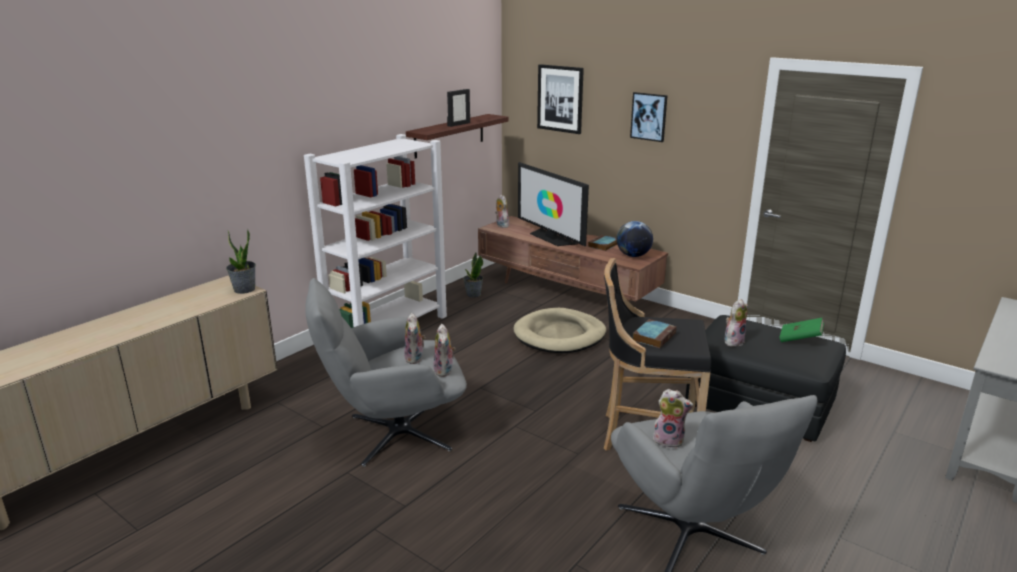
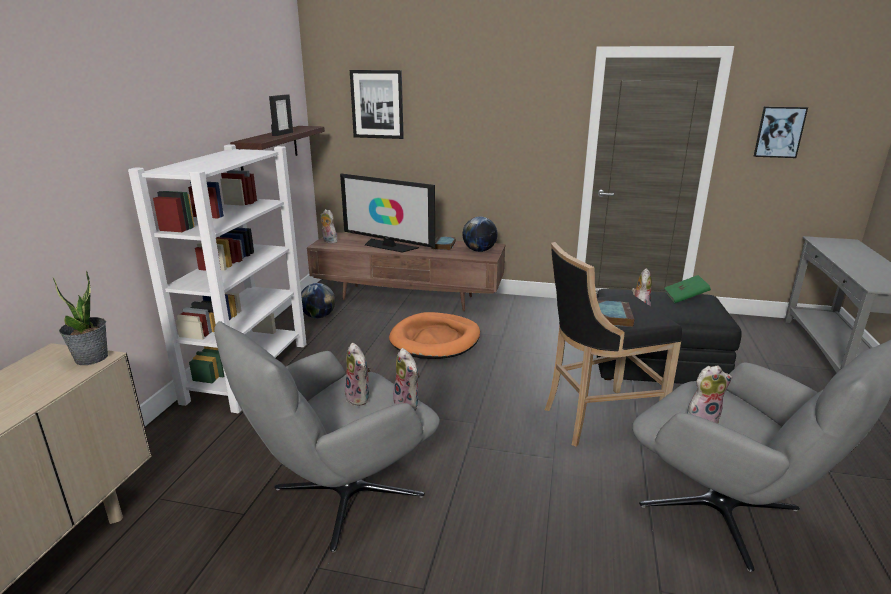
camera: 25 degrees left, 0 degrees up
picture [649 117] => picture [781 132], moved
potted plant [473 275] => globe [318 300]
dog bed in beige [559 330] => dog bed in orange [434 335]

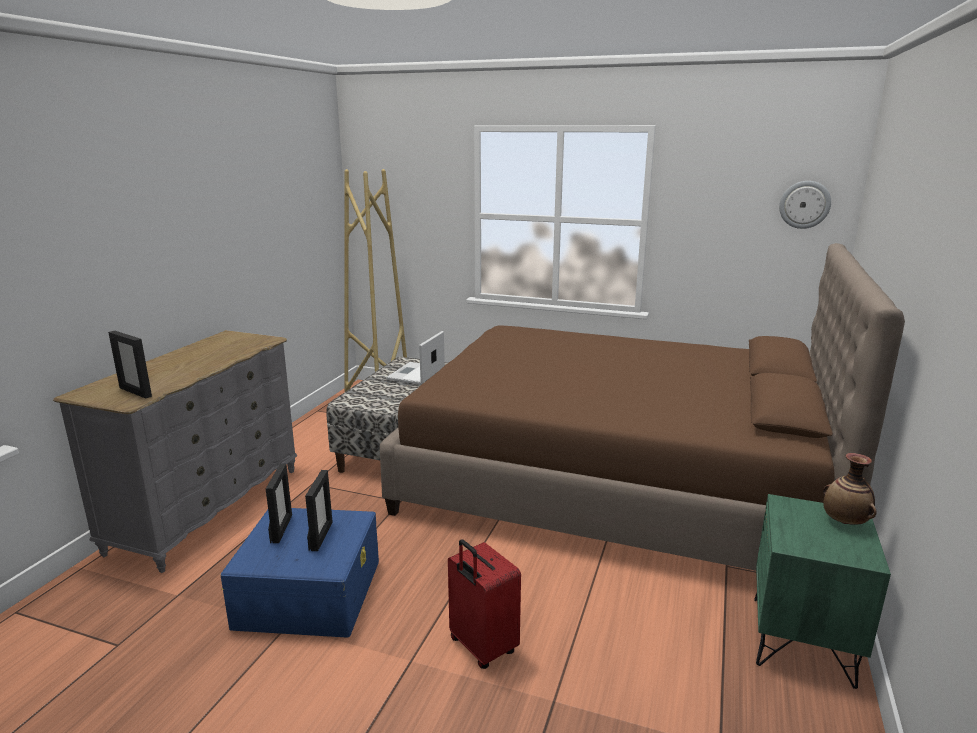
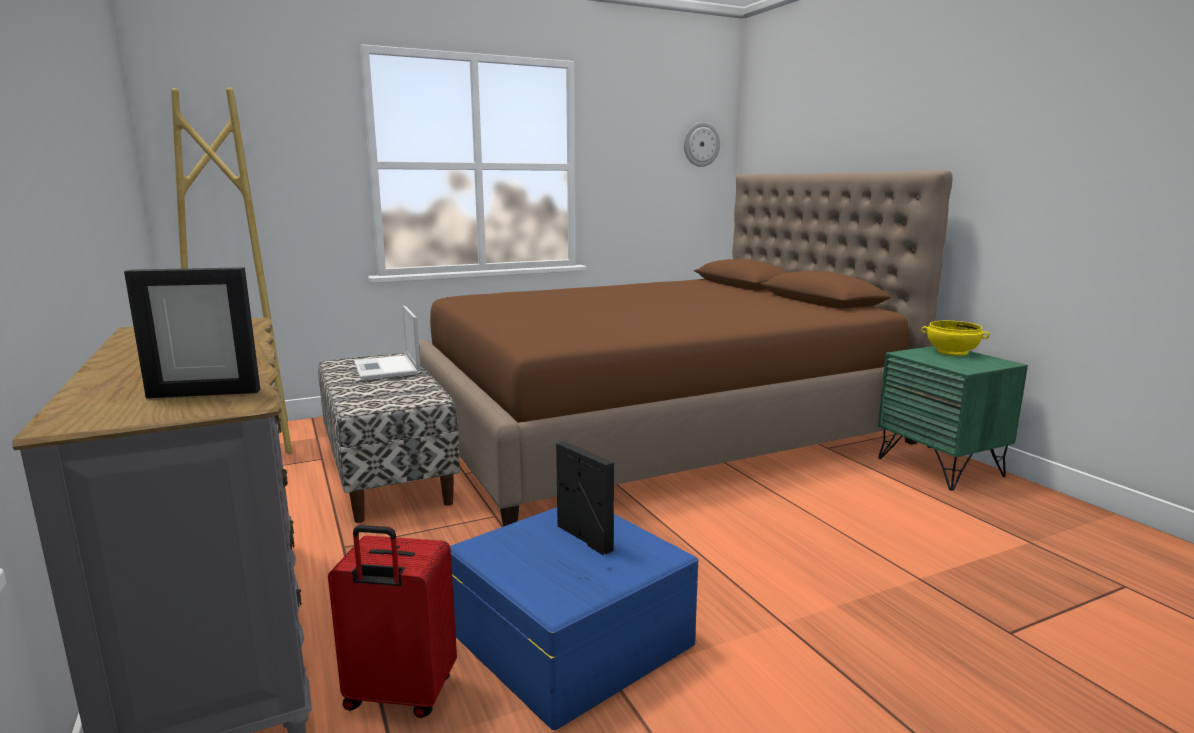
camera: 45 degrees left, 5 degrees down
picture frame [279 503] => nothing
suitcase in red [484 604] => suitcase in red [392 621], moved
vase [850 489] => bowl in yellow [955 338]

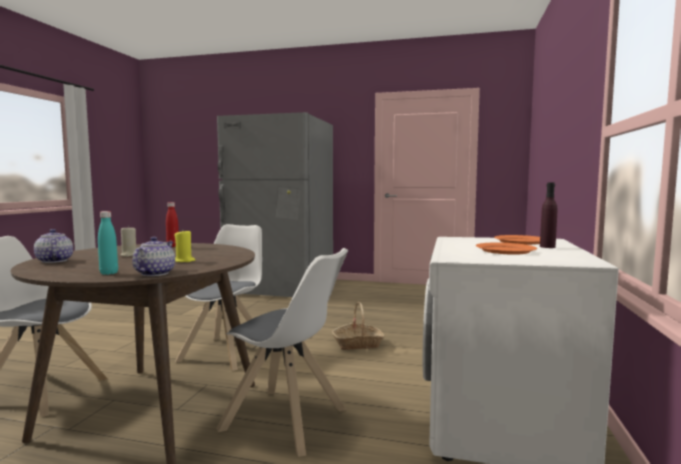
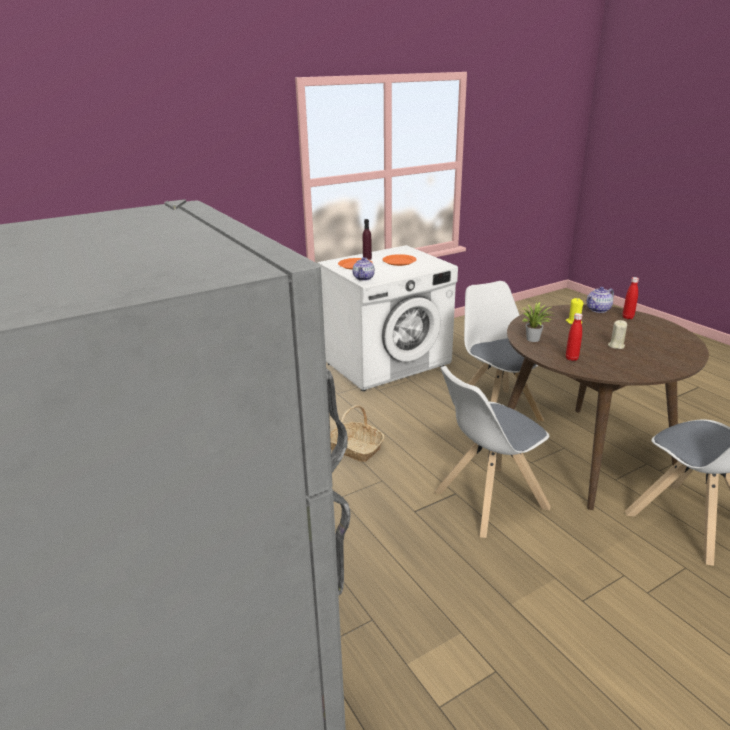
camera: 135 degrees left, 20 degrees up
nothing => potted plant [539 322]
teapot [53 246] => teapot [364 269], moved
bottle in turquoise [108 243] => bottle in red [631 298]

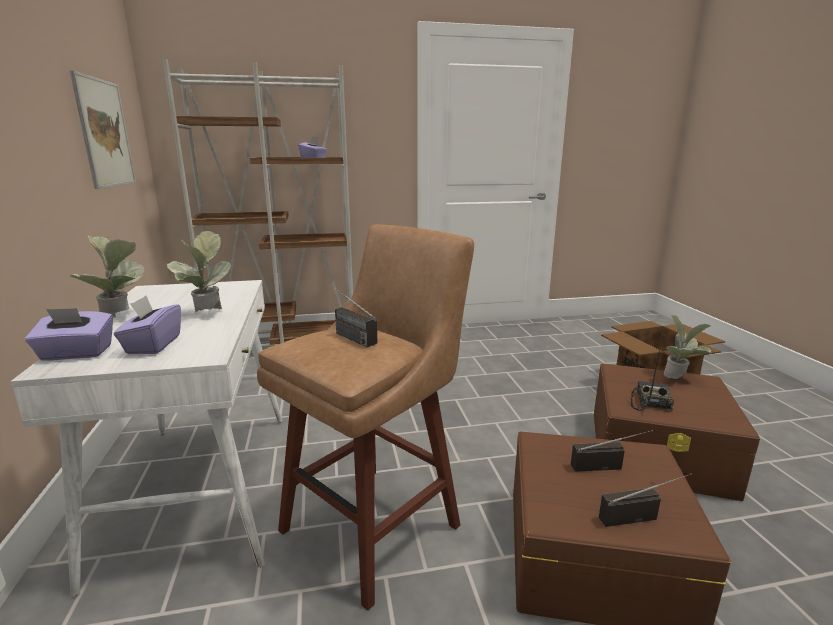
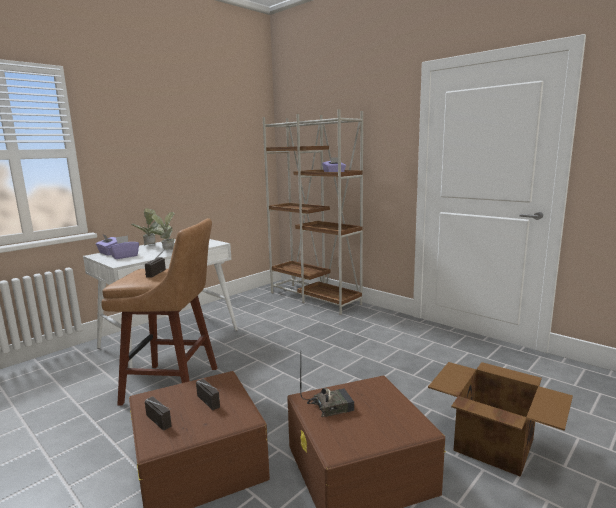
camera: 55 degrees right, 5 degrees down
picture [103 129] => nothing
potted plant [688 347] => nothing

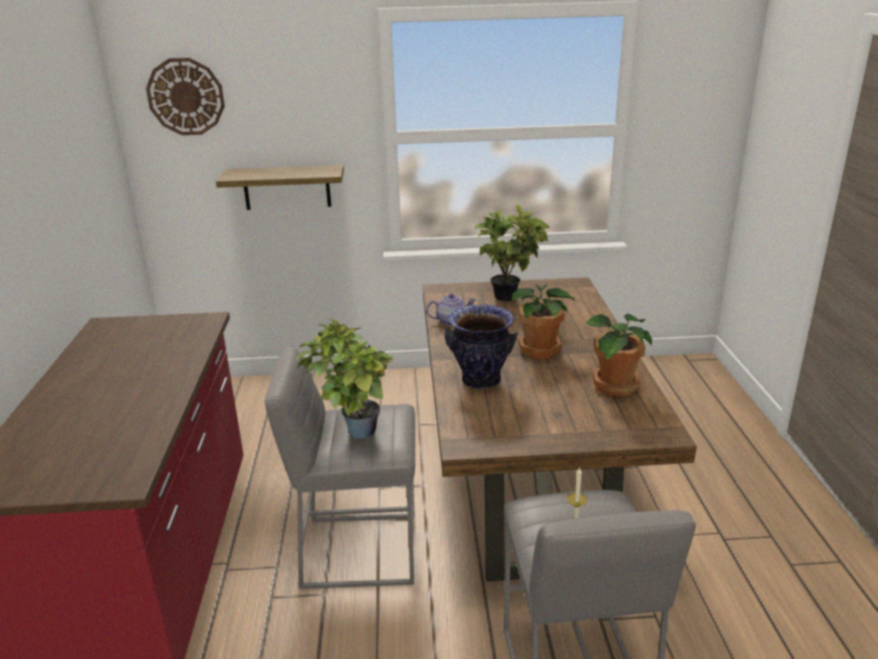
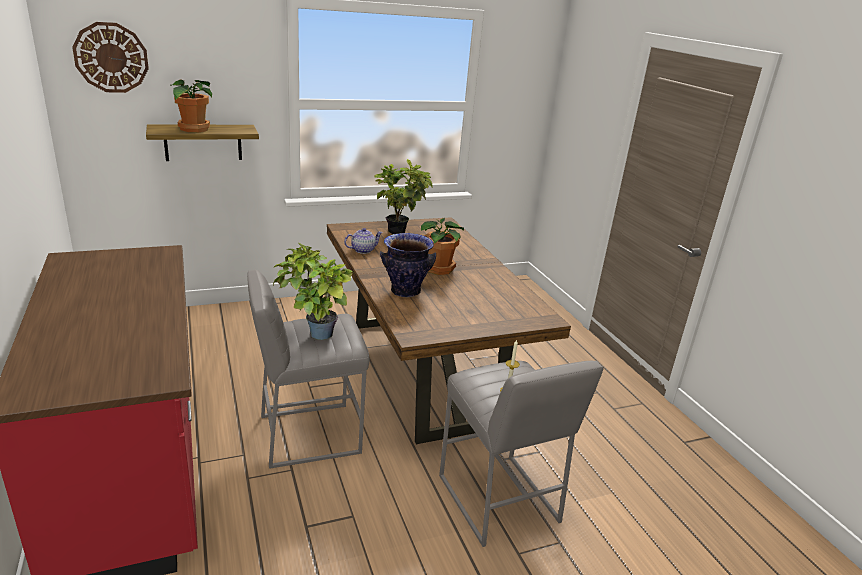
camera: 20 degrees left, 0 degrees up
potted plant [618 354] => potted plant [191 105], moved

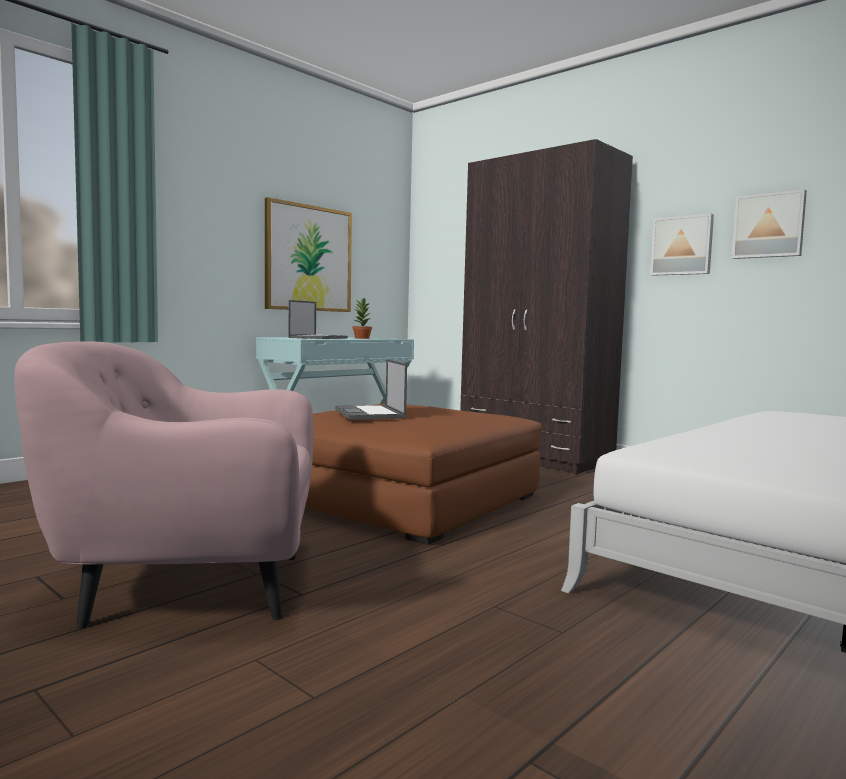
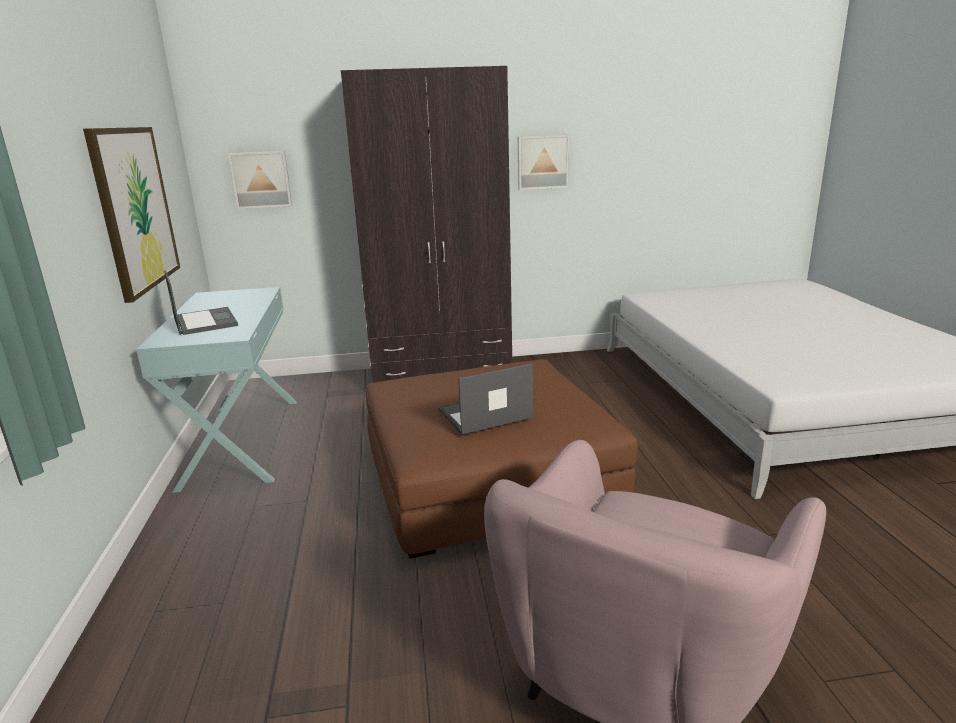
camera: 50 degrees left, 15 degrees up
potted plant [362 318] => nothing
picture [769 224] => picture [260 180], moved
laptop [371 389] => laptop [486 399], 135 degrees clockwise

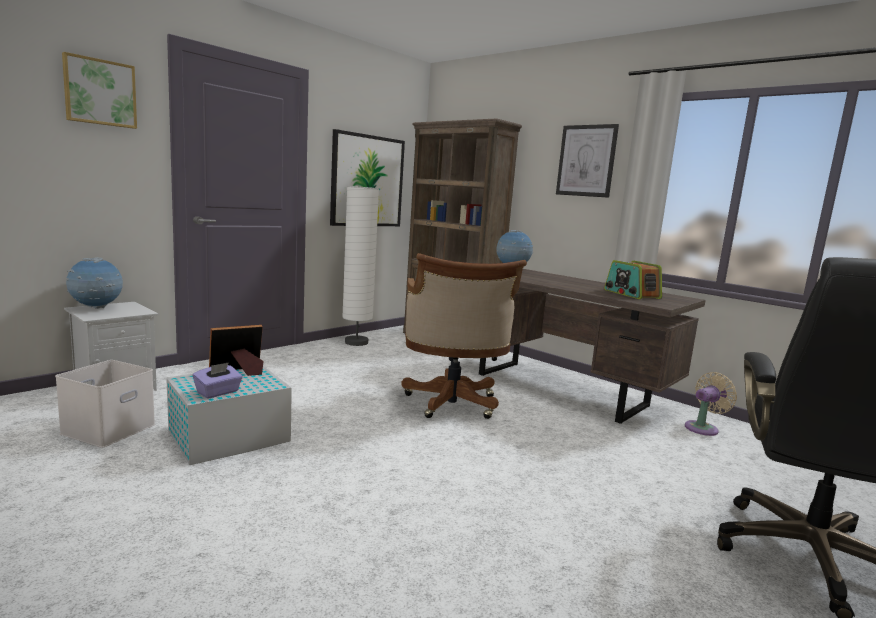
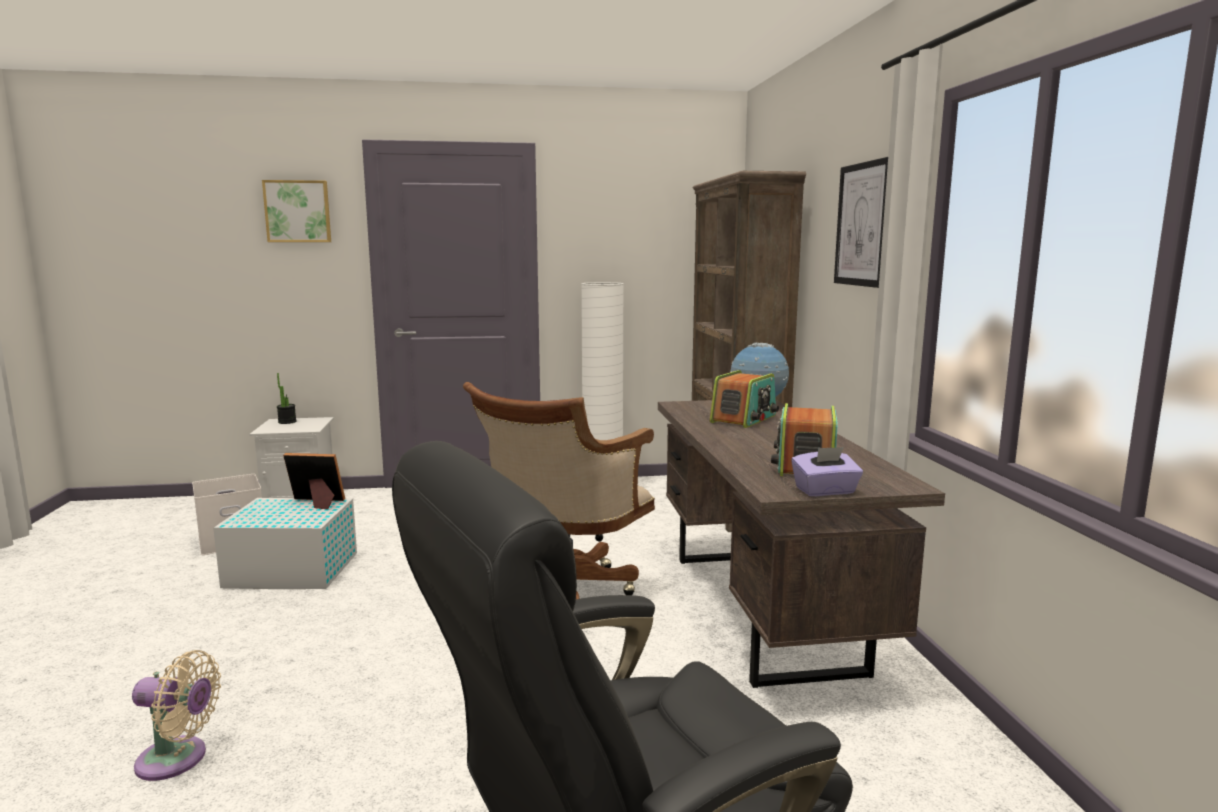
camera: 40 degrees right, 0 degrees up
picture [367 177] => nothing
nothing => radio [744 399]
tissue box in purple [218 380] => tissue box in purple [827 471], moved
fan in beige [711 404] => fan in beige [176 715], moved
globe [94 283] => potted plant [286 398]

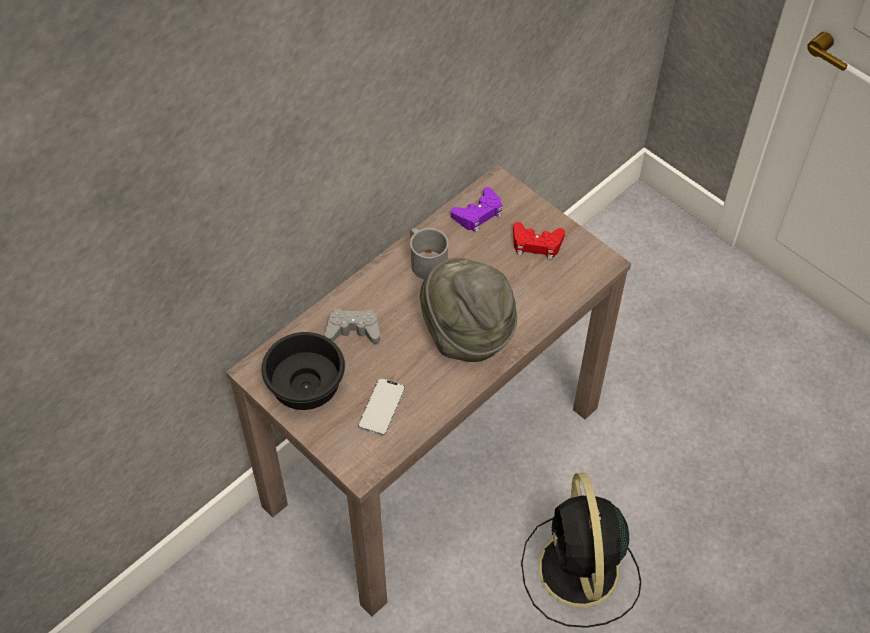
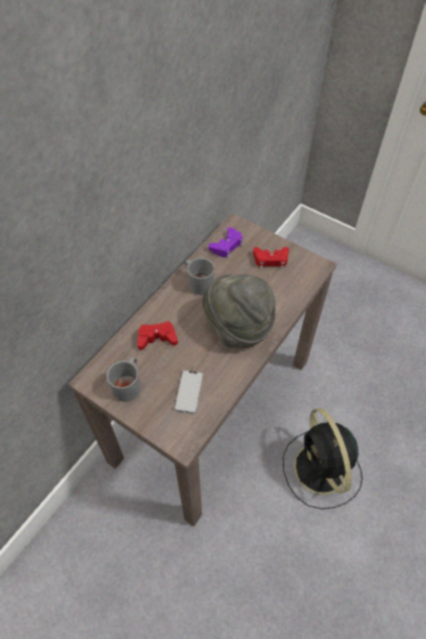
camera: 10 degrees left, 0 degrees up
bowl in black [303 371] => mug in grey [123 379]
game controller in grey [352 326] => game controller in red [157 335]

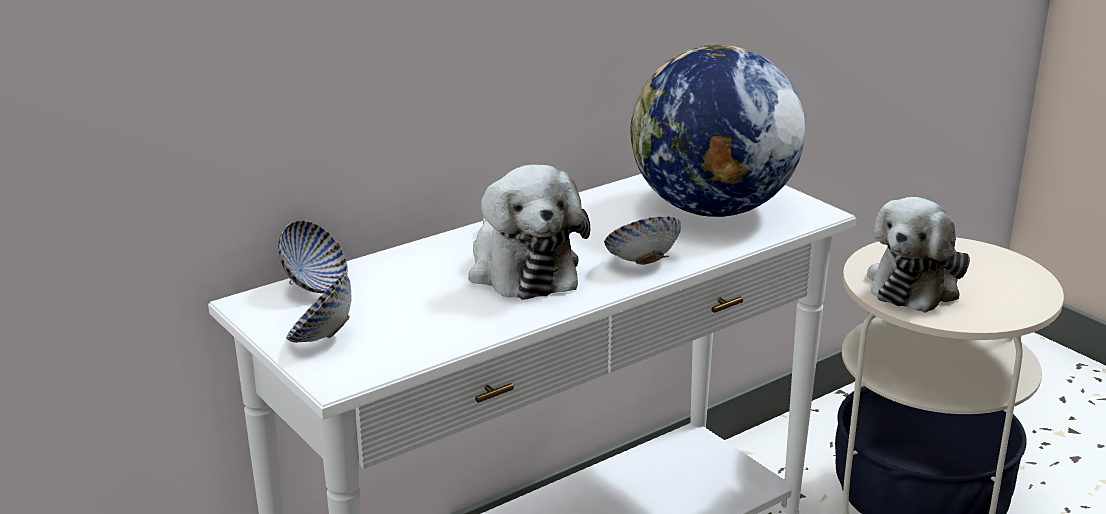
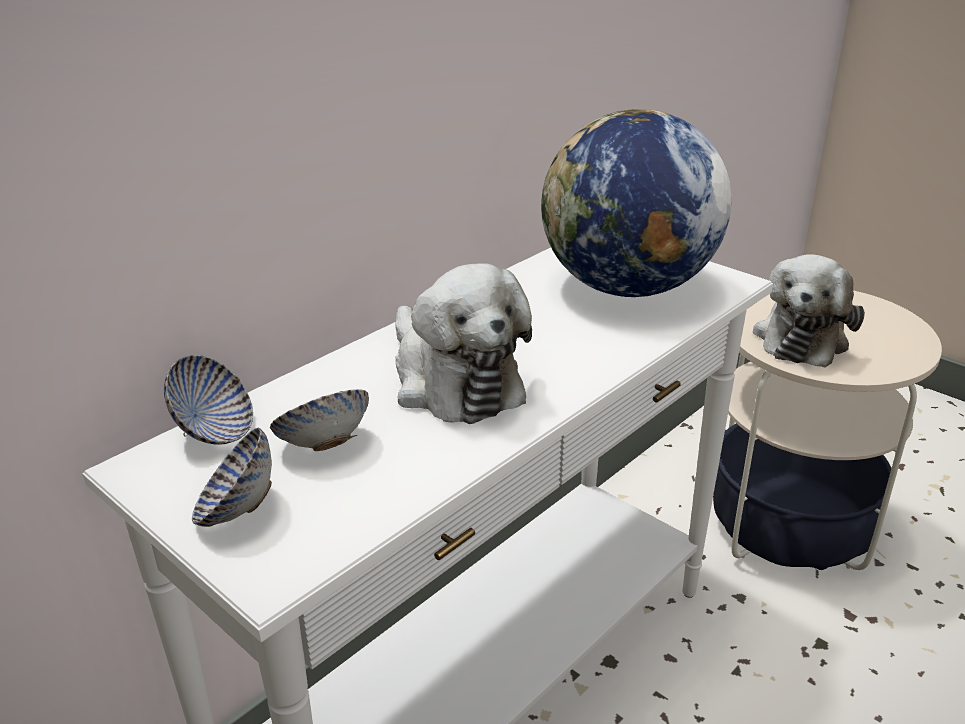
camera: 10 degrees left, 5 degrees up
bowl [642 240] => bowl [319 420], moved

